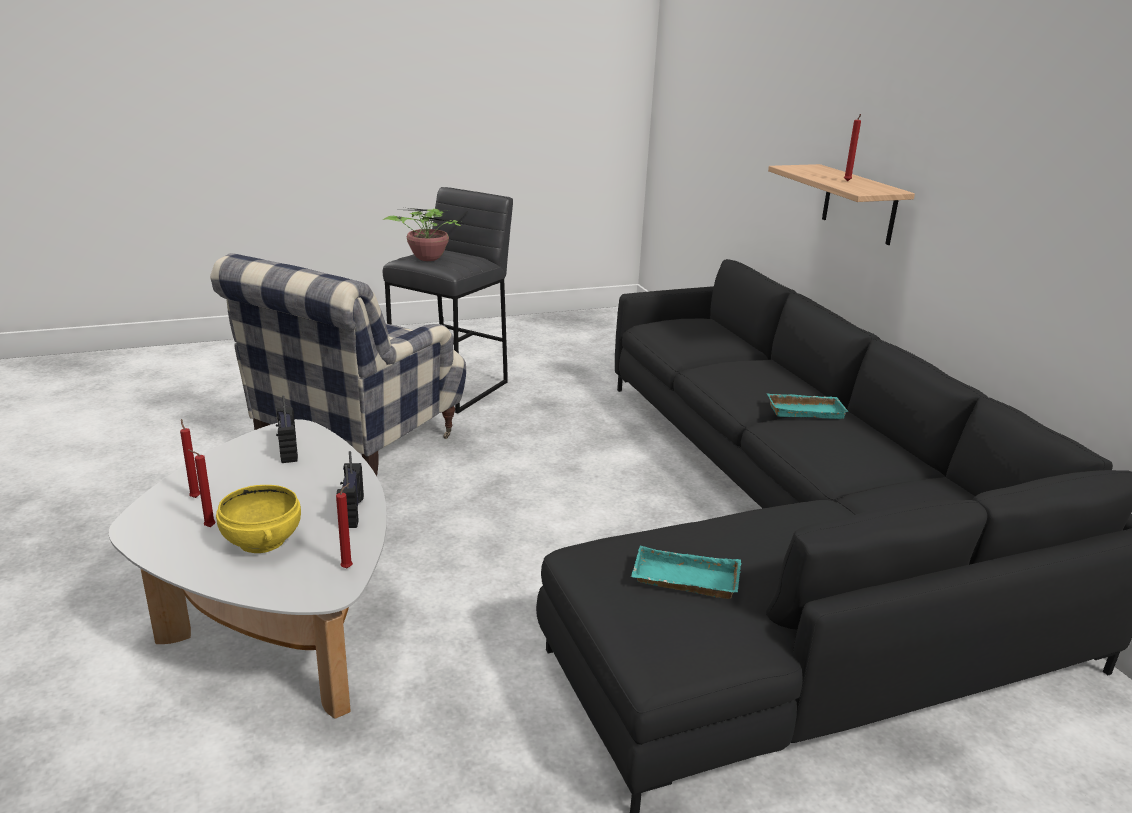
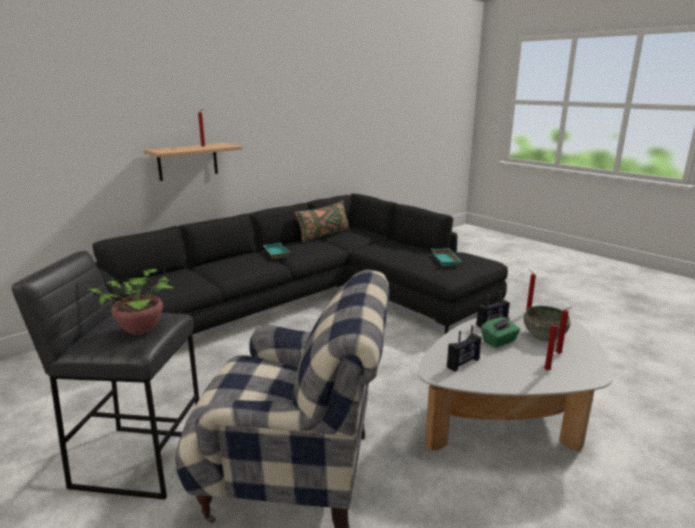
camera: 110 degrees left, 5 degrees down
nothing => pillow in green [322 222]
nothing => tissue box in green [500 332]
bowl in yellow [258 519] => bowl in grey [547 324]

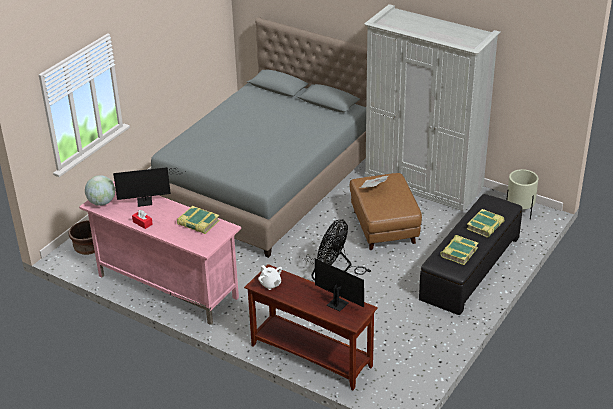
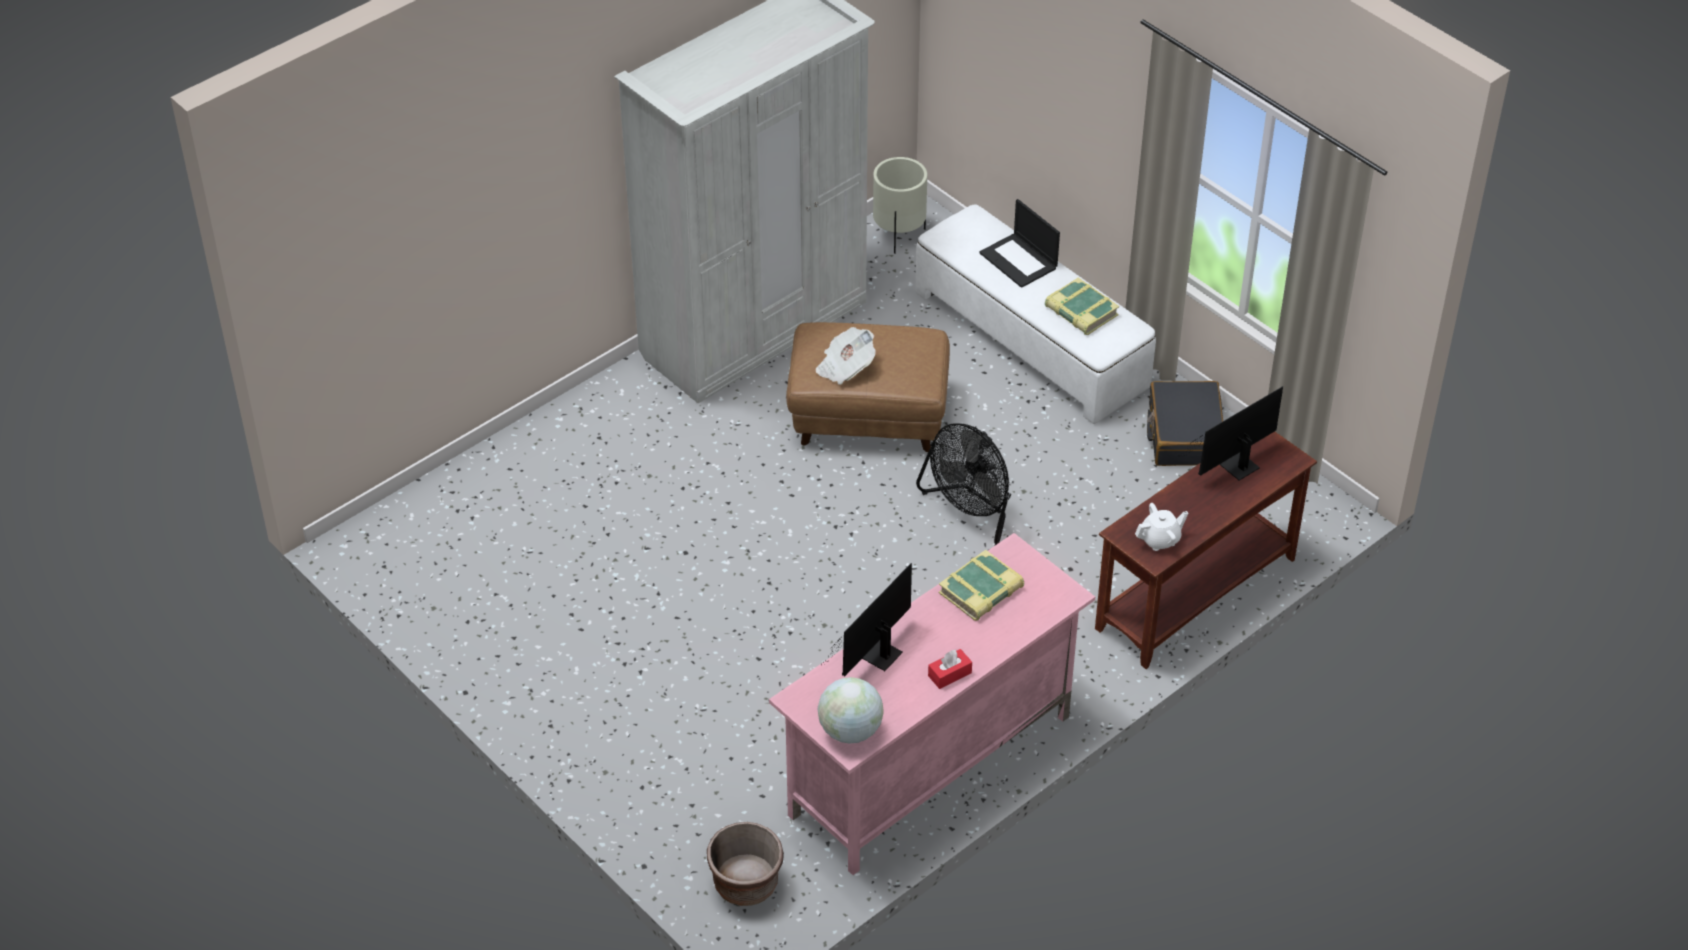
camera: 75 degrees left, 10 degrees up
bed in grey [259 138] => nothing
nothing => suitcase in black [1185 423]
book [485 223] => laptop [1019 243]
bench in black [470 254] => bench in white [1035 314]
monitor [148 187] => monitor [868 619], 150 degrees counterclockwise

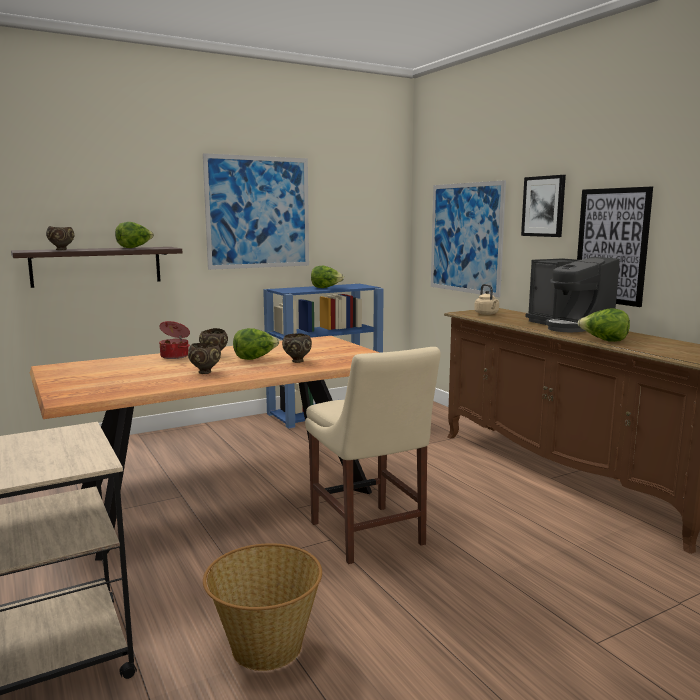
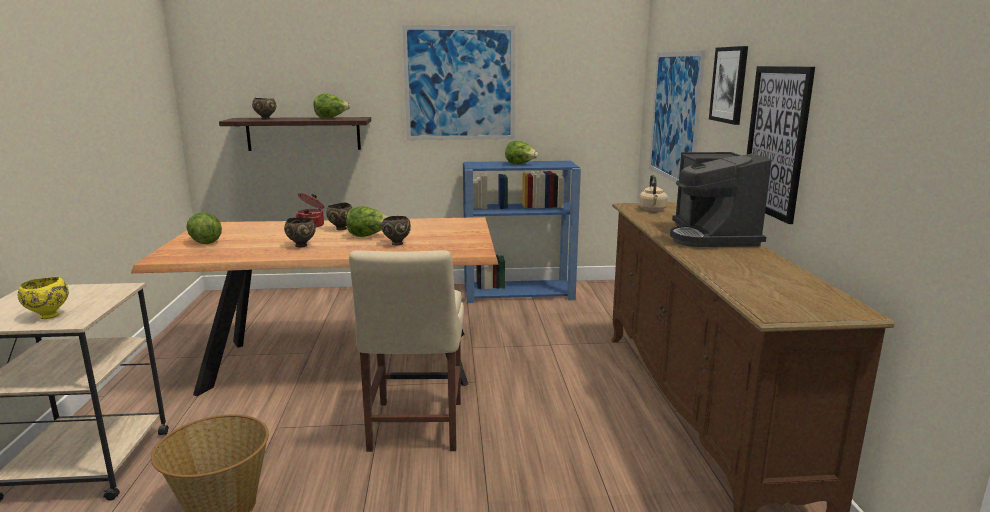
camera: 25 degrees right, 5 degrees up
nothing => bowl in yellow [43 298]
lettuce [604 325] => lettuce [204 228], moved

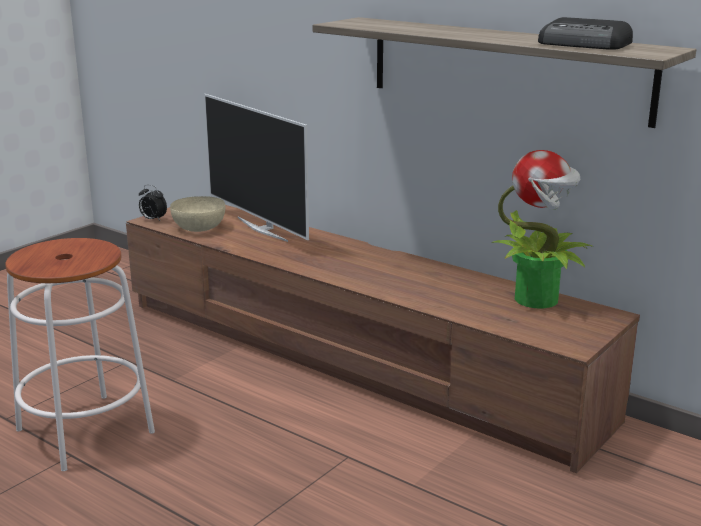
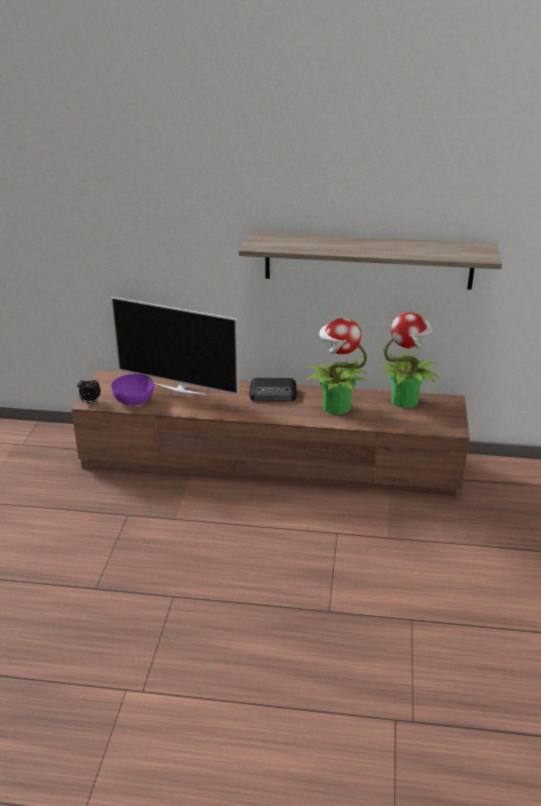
camera: 30 degrees left, 10 degrees up
stool in white [80 354] => nothing
nothing => potted plant [336 366]
radio [585 33] => radio [273 390], moved
bowl in beige [198 214] => bowl in purple [133 390]

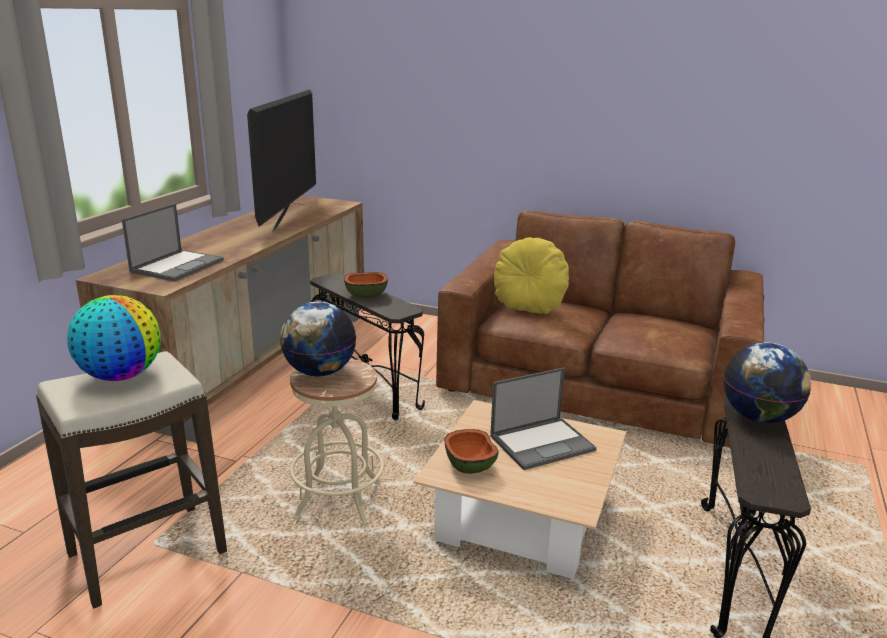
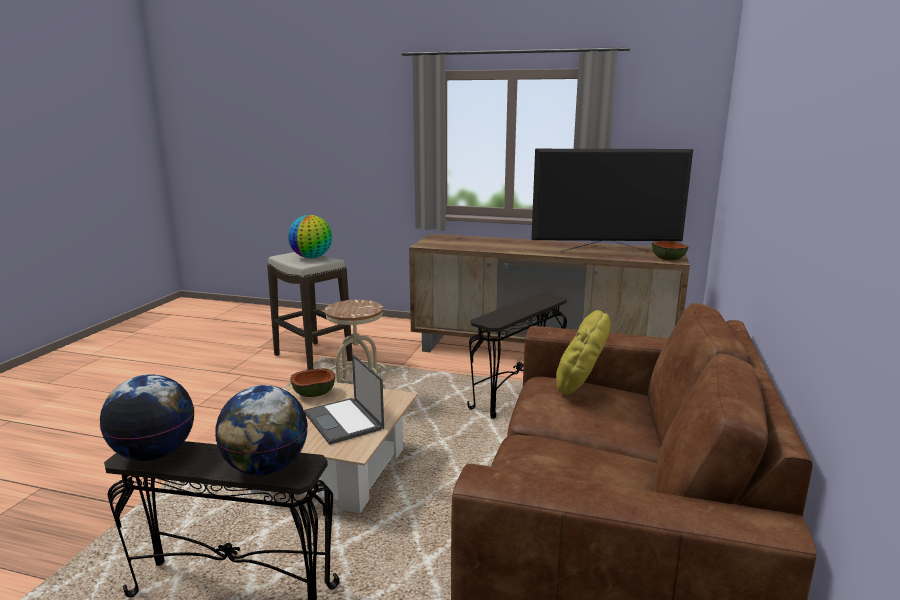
camera: 85 degrees right, 5 degrees down
laptop [173 242] => nothing
globe [318 338] => globe [147 417], moved
bowl [366 285] => bowl [670 250], moved

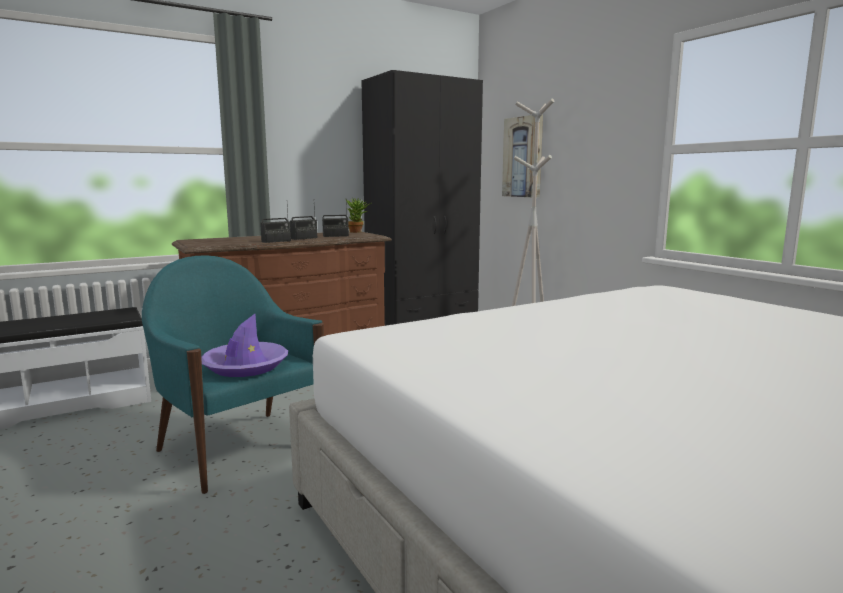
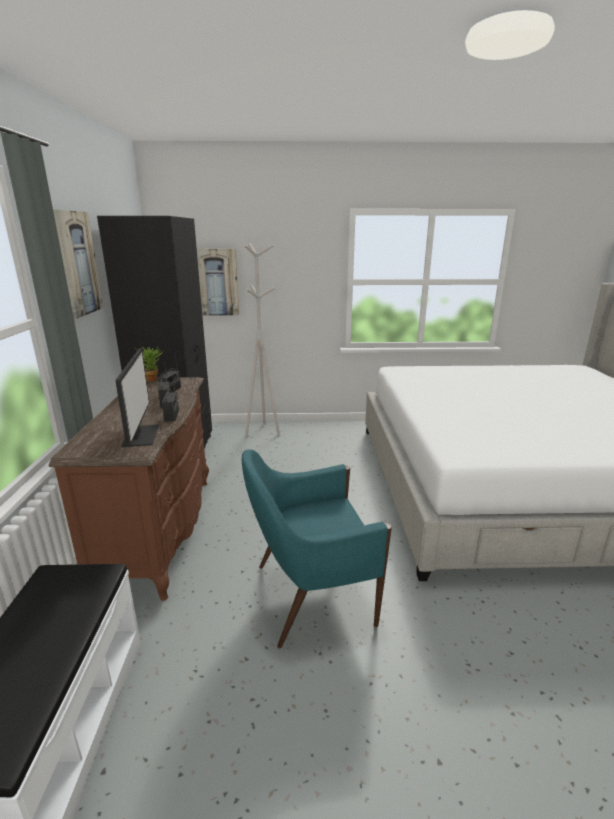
camera: 60 degrees left, 10 degrees up
hat in purple [244 345] => nothing
nothing => picture [78 264]
nothing => monitor [137 397]

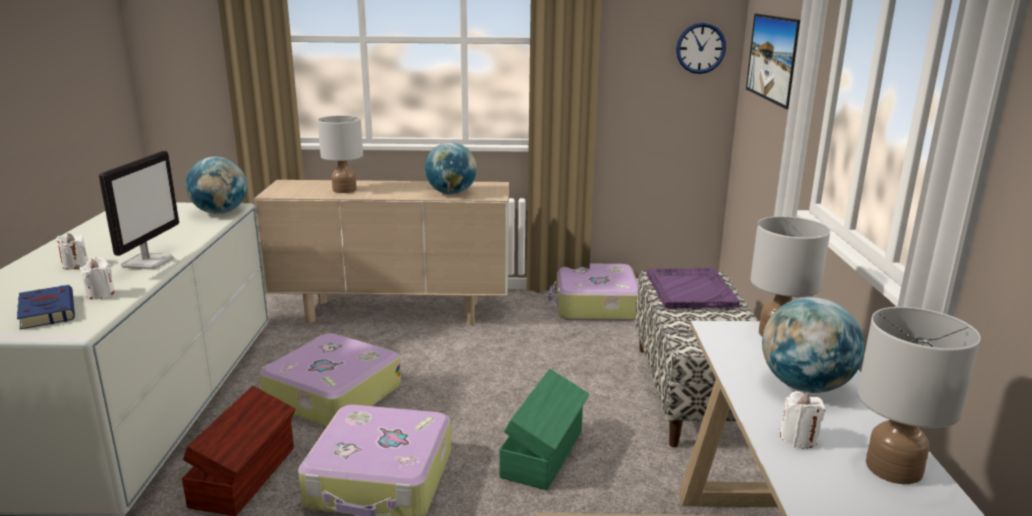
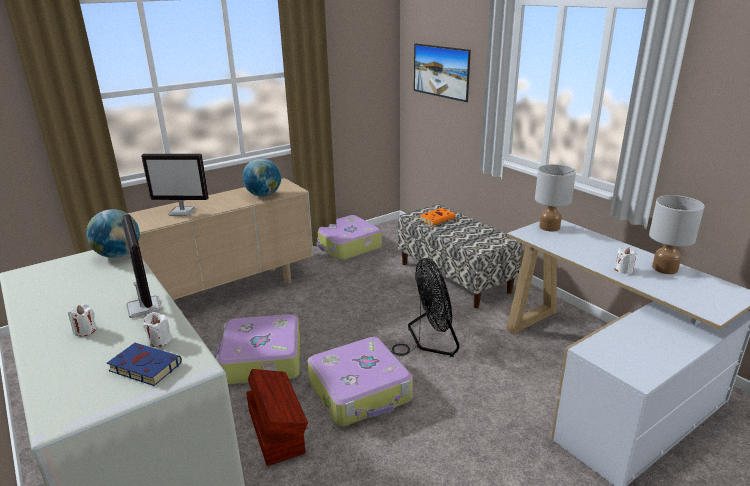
camera: 35 degrees left, 5 degrees up
wall clock [701 48] => nothing
globe [813 345] => nothing
table lamp in grey [340 154] => monitor [175 185]
storage box in green [544 429] => fan in black [425 307]
tray in purple [693 287] => book in orange [437 217]

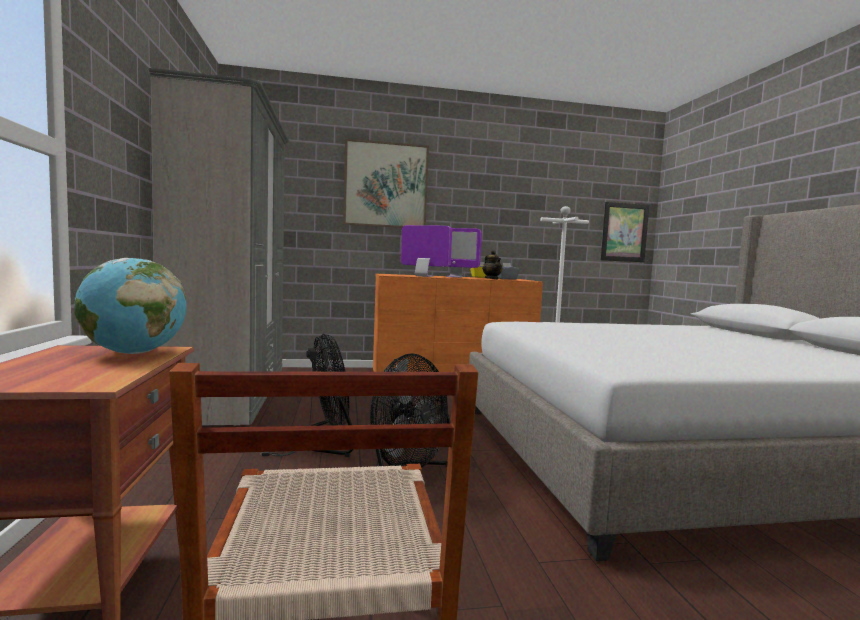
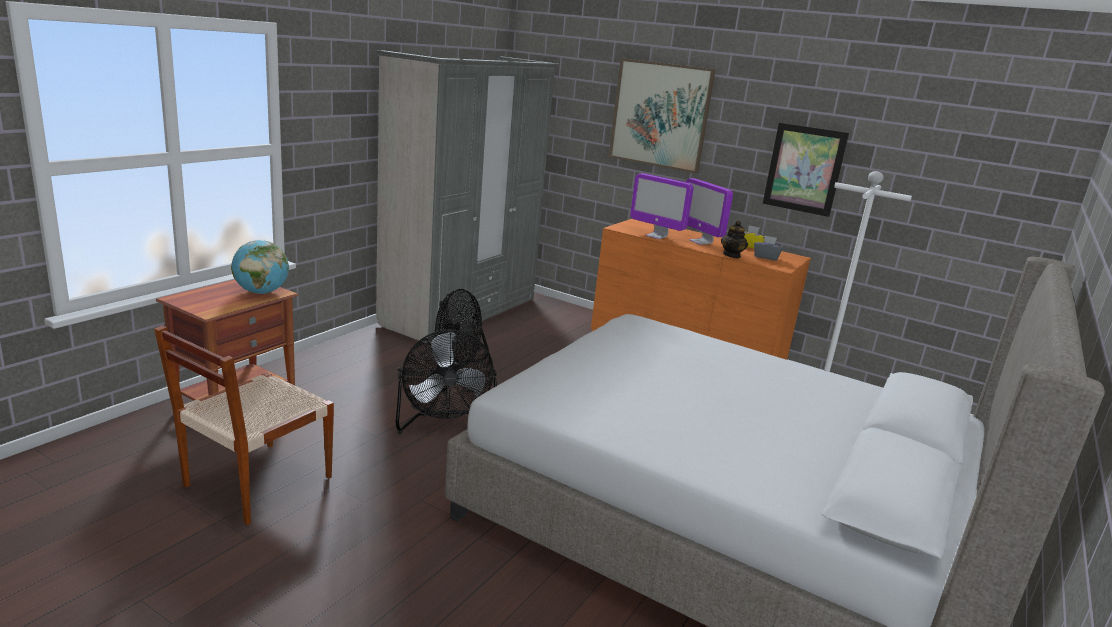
camera: 40 degrees right, 15 degrees up
picture [625 232] => picture [806 170], moved
monitor [426 251] => monitor [662 206], 150 degrees clockwise

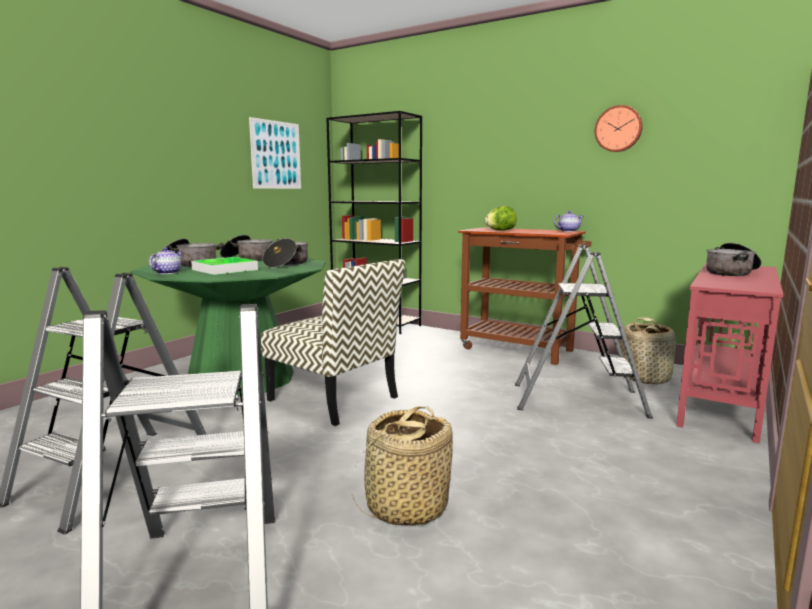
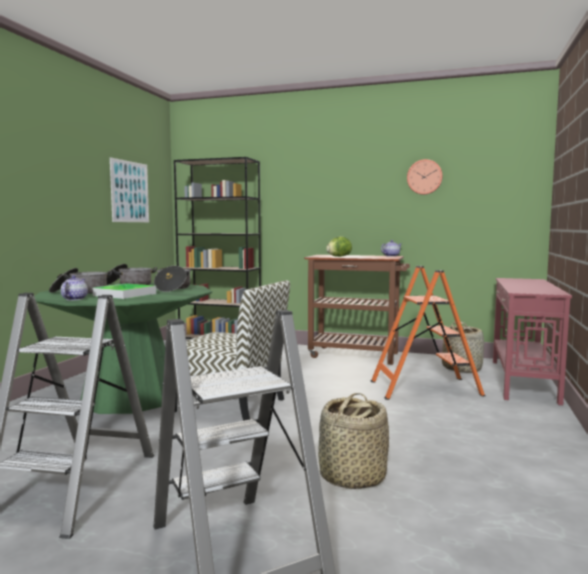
camera: 15 degrees left, 5 degrees down
cooking pot [733 259] => nothing
step ladder in grey [584 332] => step ladder in orange [428 333]

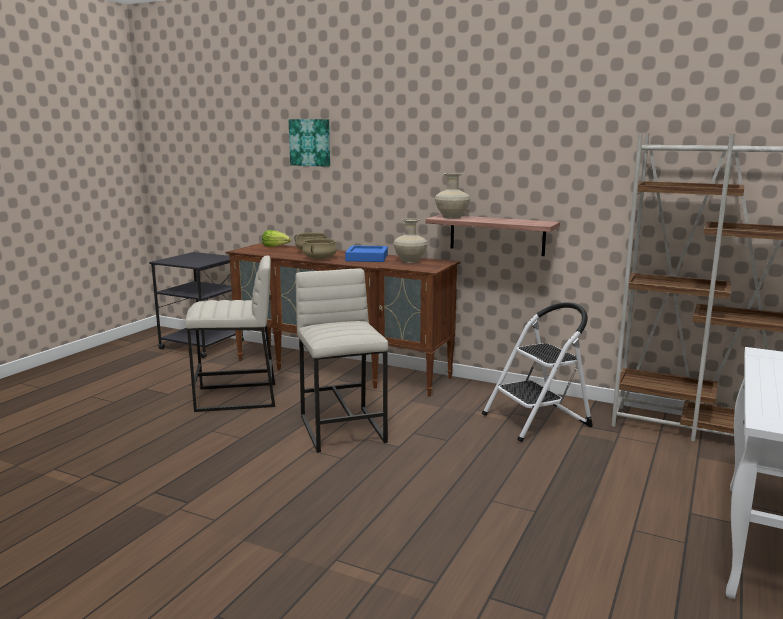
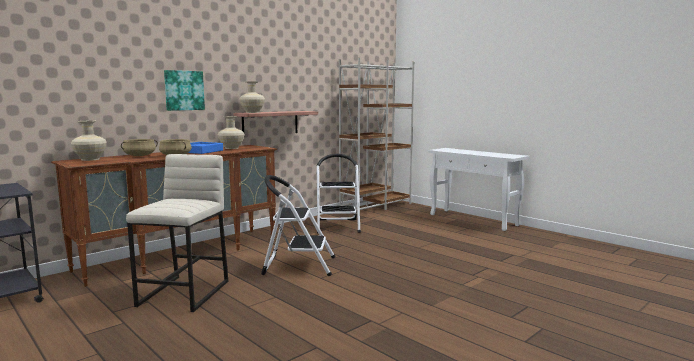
camera: 70 degrees left, 5 degrees down
picture [309 143] => picture [184 90], moved
lettuce [276 238] => vase in beige [89 141]
stool in beige [341 361] => step ladder [298 225]

